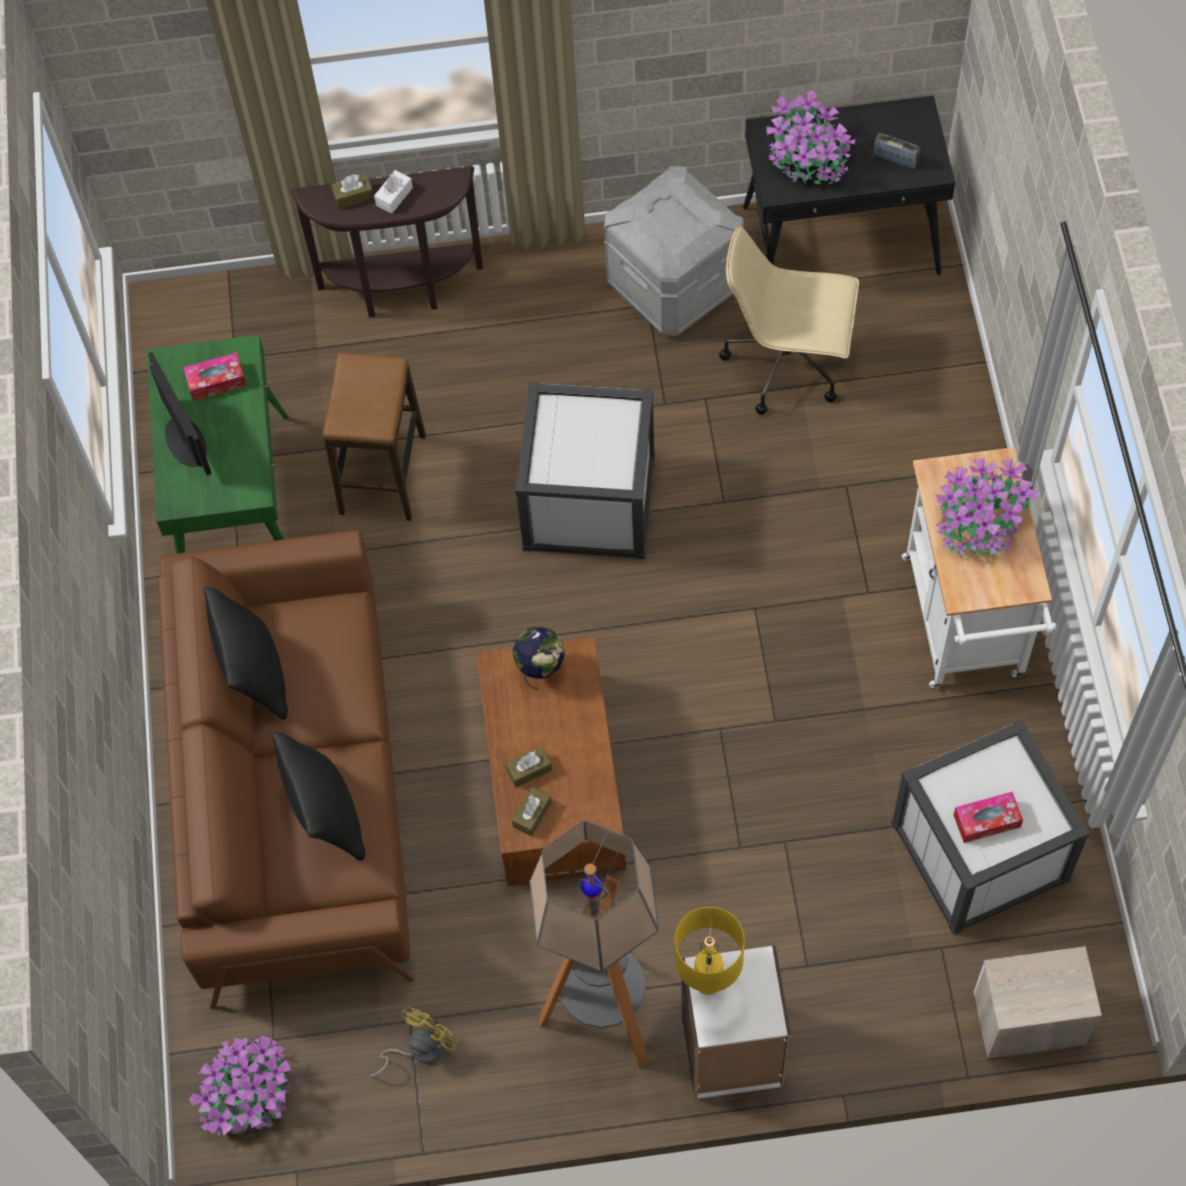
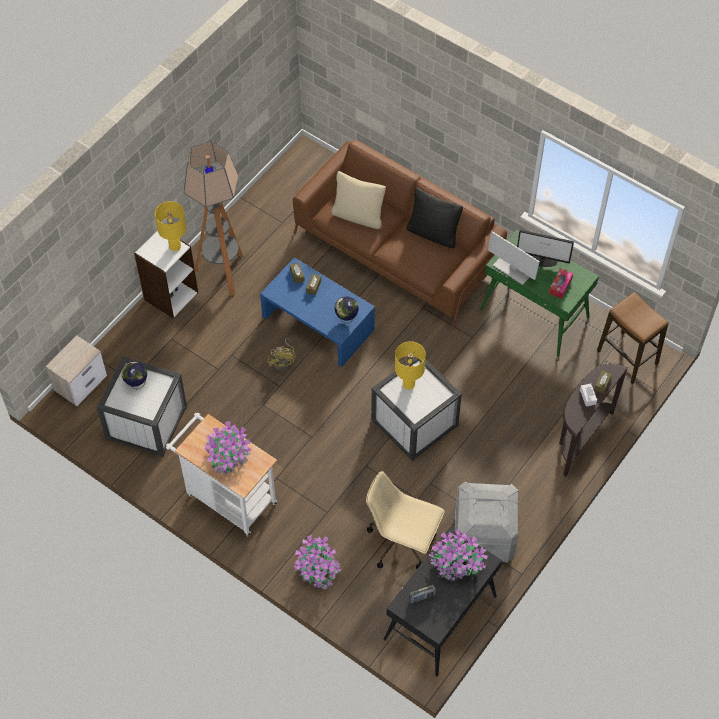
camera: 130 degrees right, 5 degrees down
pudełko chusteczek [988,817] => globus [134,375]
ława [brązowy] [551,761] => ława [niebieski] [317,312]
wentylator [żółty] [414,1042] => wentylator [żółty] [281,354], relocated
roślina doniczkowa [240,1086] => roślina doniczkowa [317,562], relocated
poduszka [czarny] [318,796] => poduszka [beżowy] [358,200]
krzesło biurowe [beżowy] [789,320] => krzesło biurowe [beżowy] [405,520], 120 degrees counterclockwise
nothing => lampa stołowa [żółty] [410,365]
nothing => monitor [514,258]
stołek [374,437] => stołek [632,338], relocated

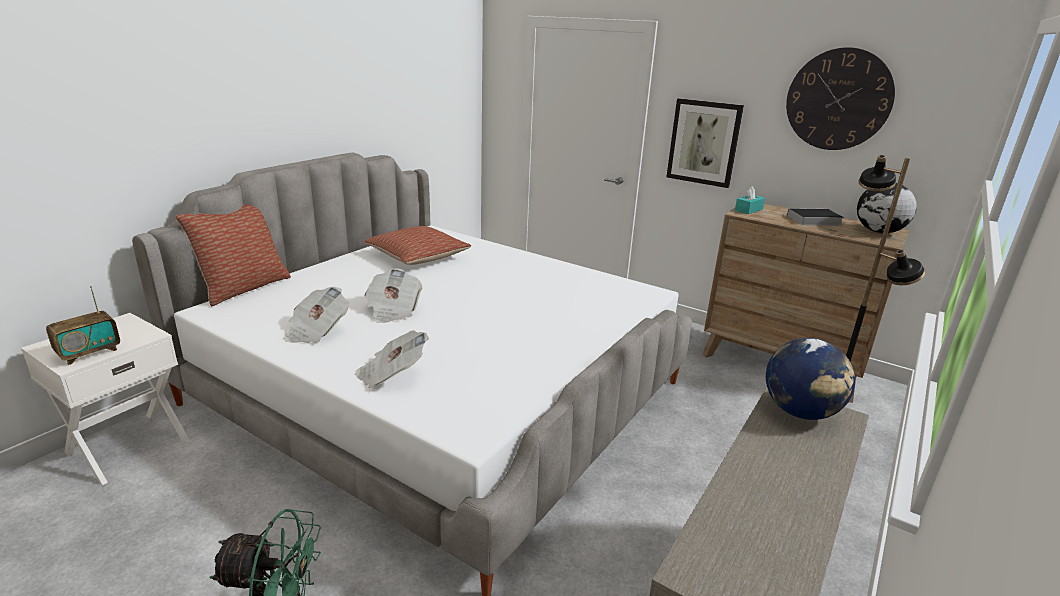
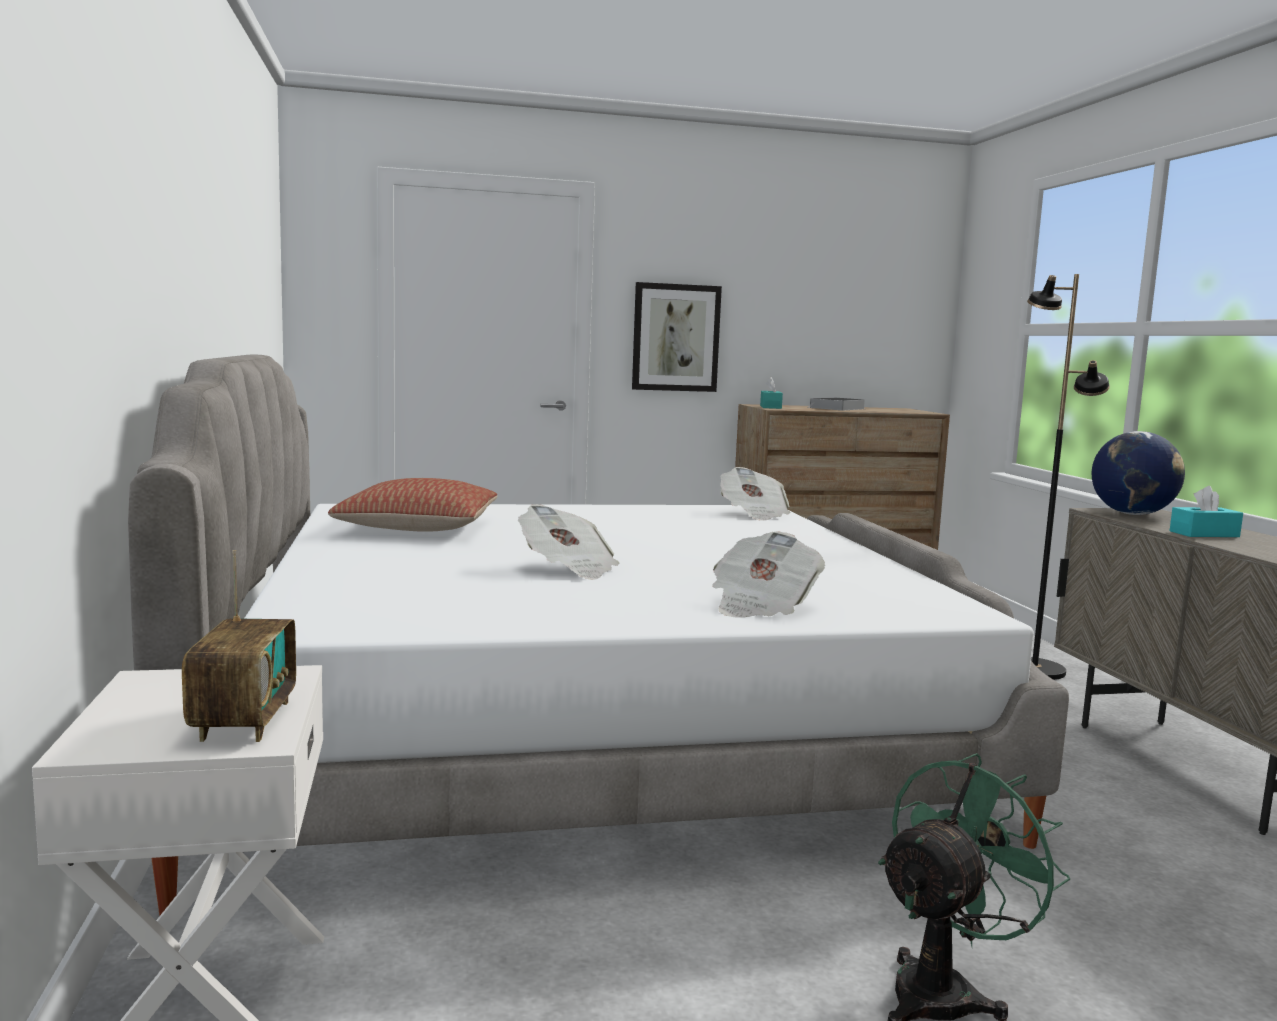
camera: 45 degrees left, 15 degrees down
gazeta [316,315] => gazeta [755,494], relocated
nothing => pudełko chusteczek [turkusowy] [1206,511]
poduszka [233,255] => nothing
zegar ścienny [840,98] => nothing
globus [887,208] => nothing

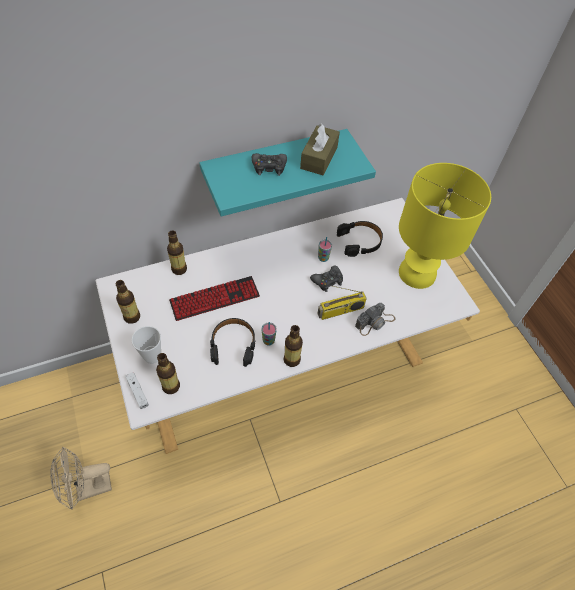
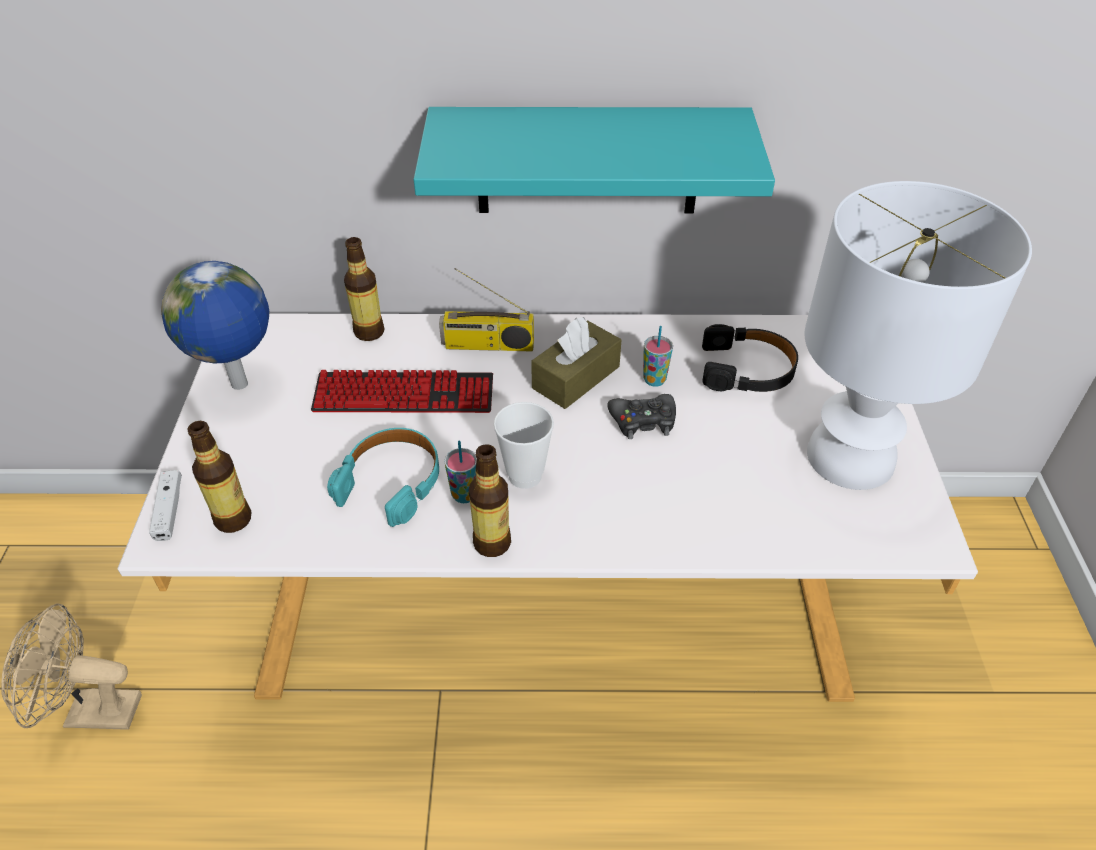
camera: 25 degrees right, 10 degrees down
butelka [128,302] => globus [215,325]
słuchawki [czarny] [233,342] => słuchawki [turkusowy] [383,477]
radio [342,302] => radio [486,309], relocated
filiżanka [146,345] => filiżanka [524,445], relocated
pudełko chusteczek [brązowy] [320,149] => pudełko chusteczek [brązowy] [576,363], relocated
lampa stołowa [żółty] [445,226] => lampa stołowa [biały] [918,335]
pad do gier [czarny] [269,164] => nothing
aparat fotograficzny [375,319] => nothing

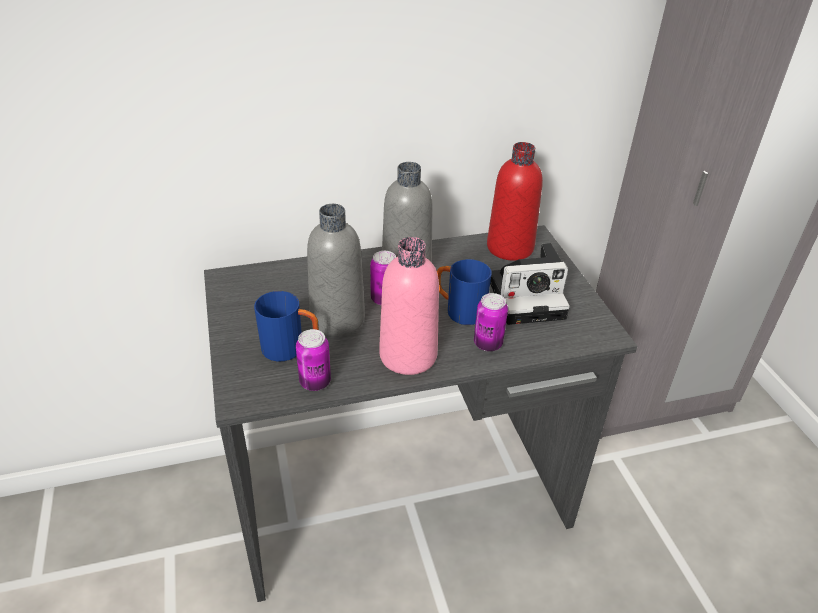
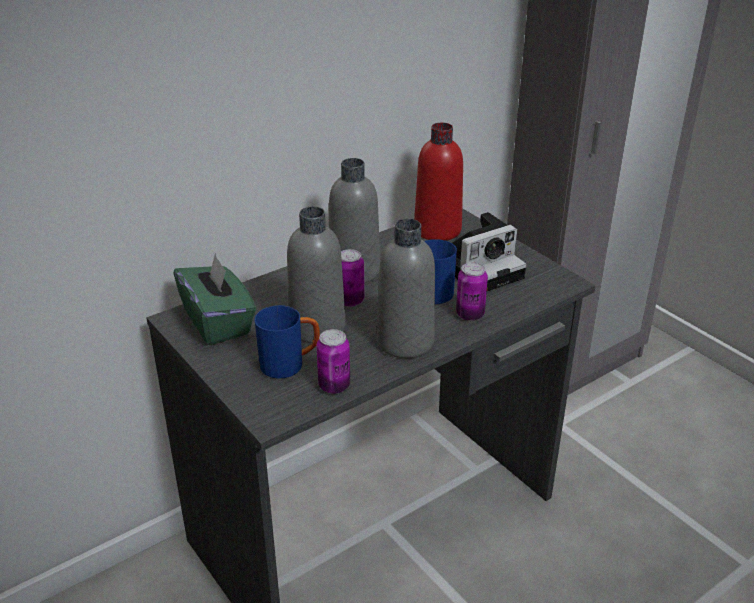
camera: 20 degrees left, 5 degrees down
nothing => pudełko chusteczek [zielony] [215,299]
butelka [różowy] [409,306] => butelka [szary] [406,288]

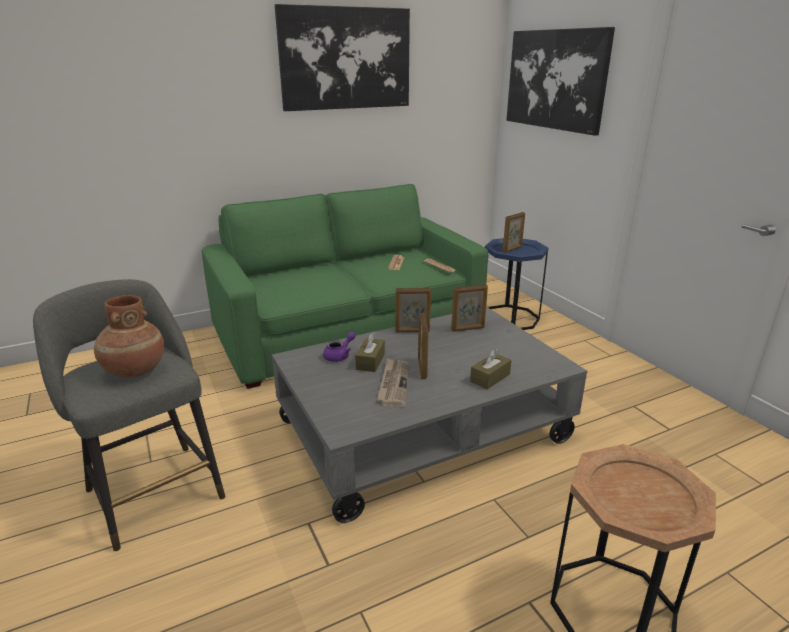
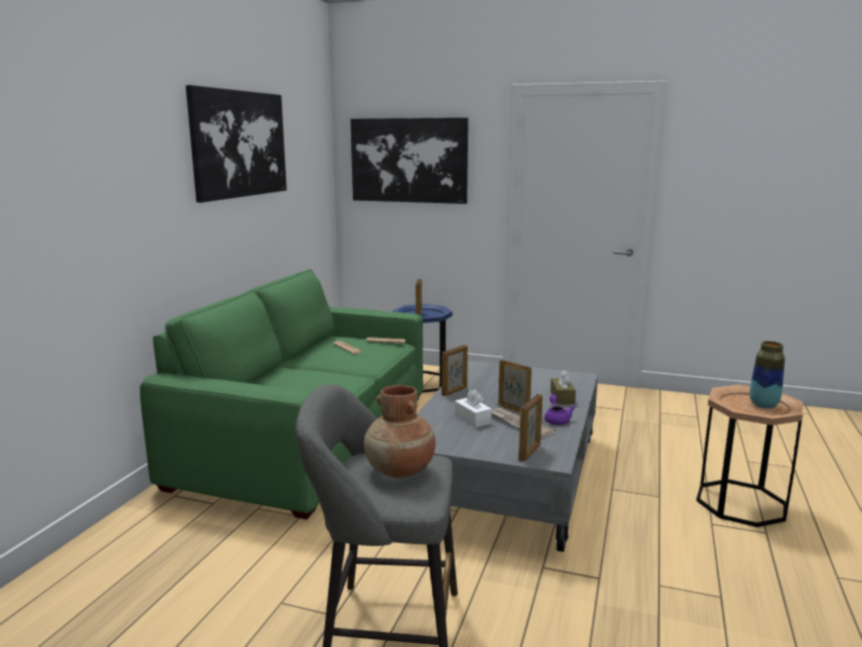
camera: 45 degrees left, 10 degrees down
pudełko chusteczek [brązowy] [370,352] => pudełko chusteczek [biały] [473,409]
ramka na zdjęcie [469,308] => ramka na zdjęcie [530,428], relocated
imbryk [fioletowy] [339,347] => imbryk [fioletowy] [560,410], relocated
nothing => wazon [767,375]

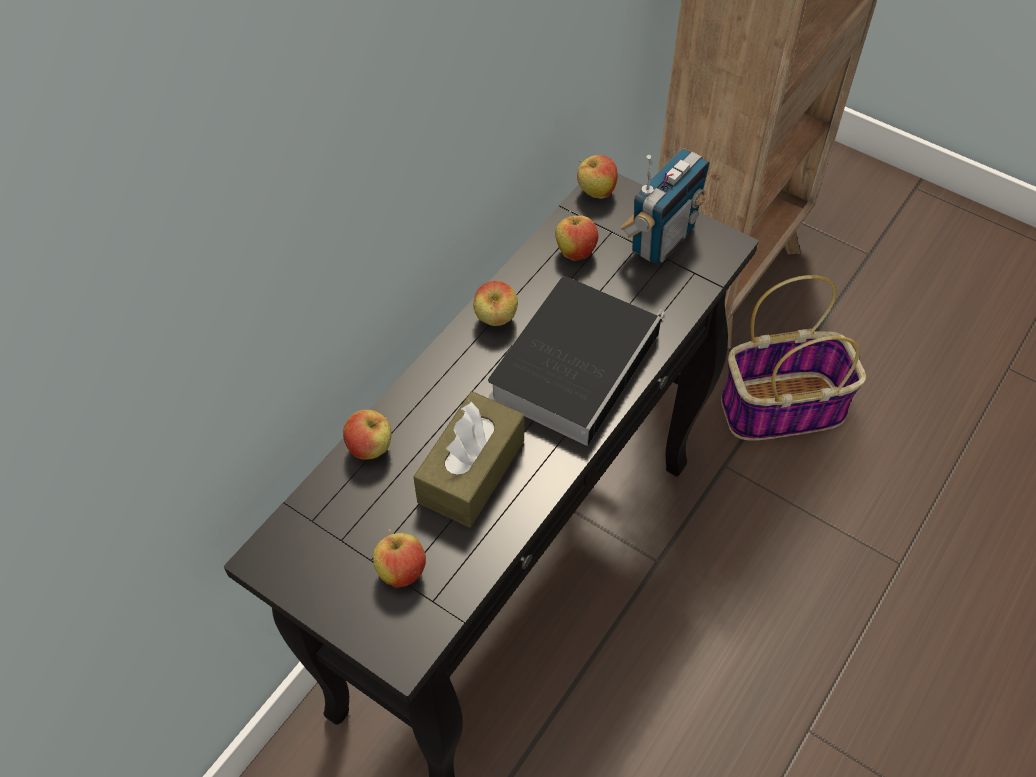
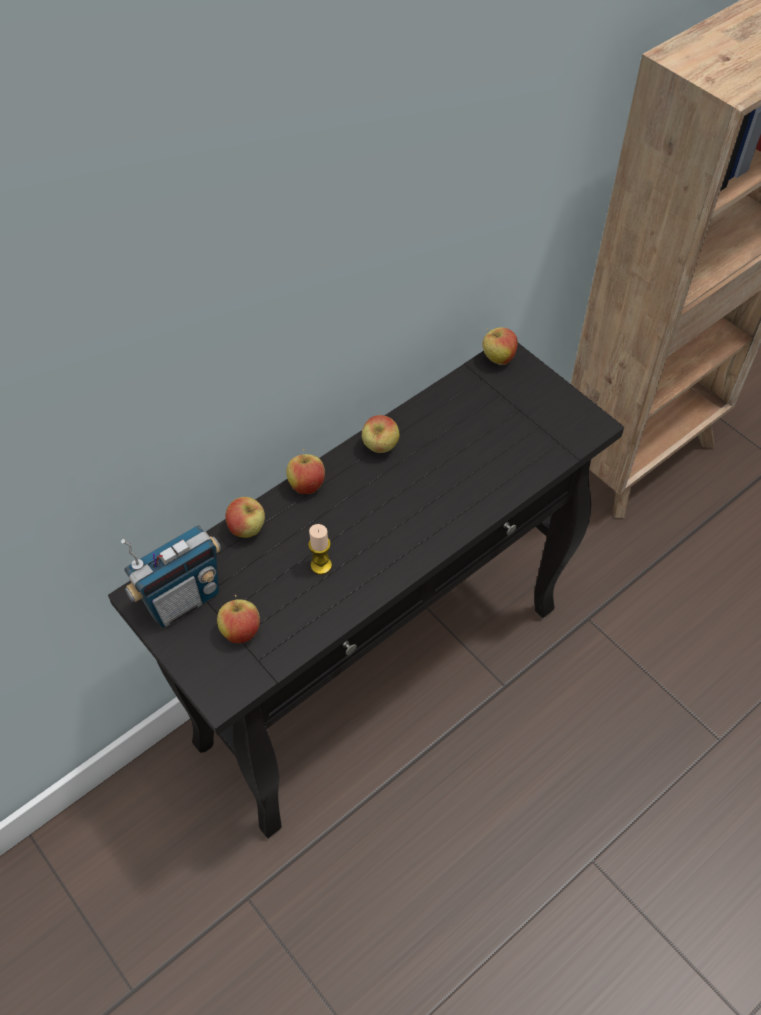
camera: 15 degrees right, 0 degrees up
radio [665,206] => radio [171,576], relocated
jabłko [576,235] => jabłko [305,471], relocated
pudełko chusteczek [brązowy] [468,459] => świeca [320,549]
książka [576,361] => nothing
koszyk [793,358] => nothing

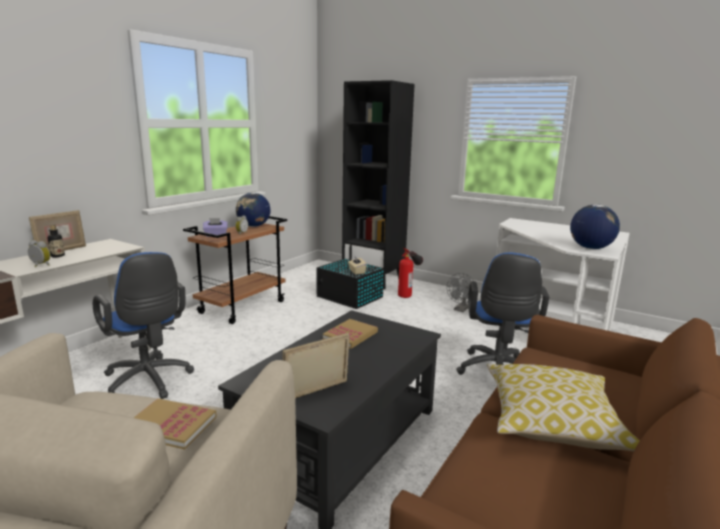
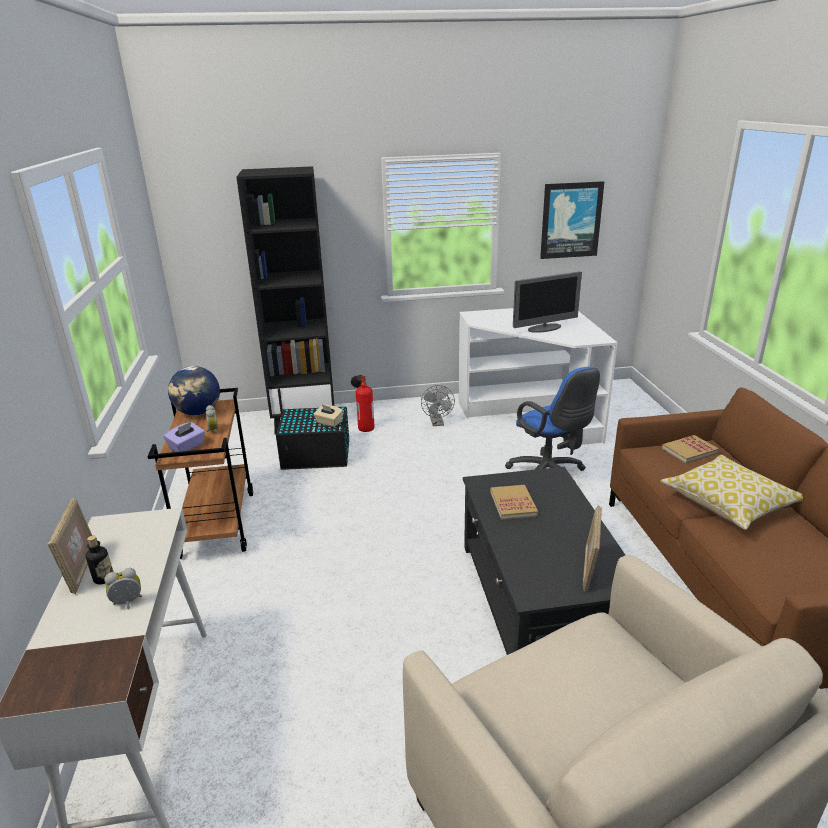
camera: 40 degrees left, 10 degrees up
nothing => monitor [547,302]
nothing => obraz [572,220]
książka [175,424] => książka [690,449], relocated
krzesło biurowe [niebieski] [143,325] => nothing
globus [595,226] => nothing

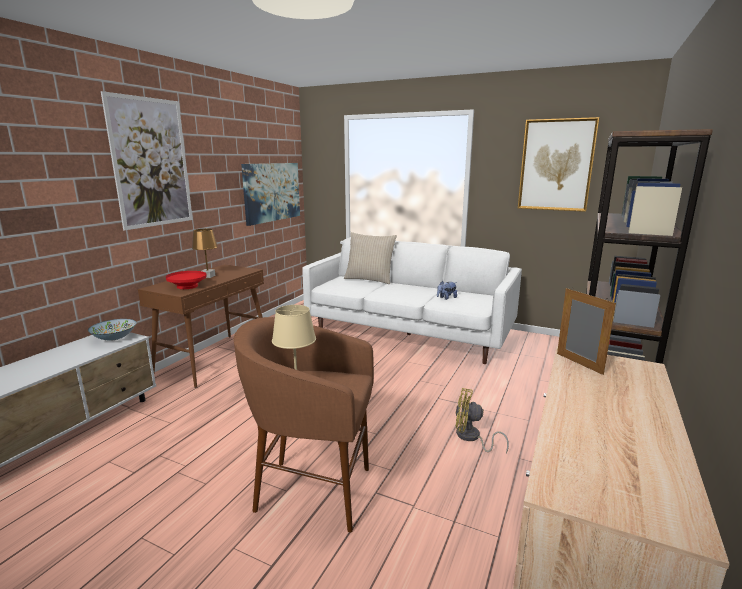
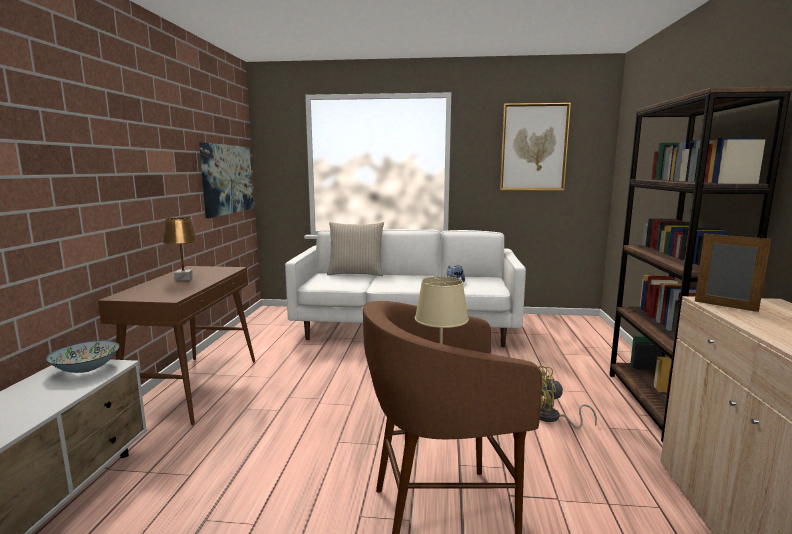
camera: 20 degrees left, 5 degrees down
obraz [147,160] => nothing
miska [czerwony] [186,280] => nothing

